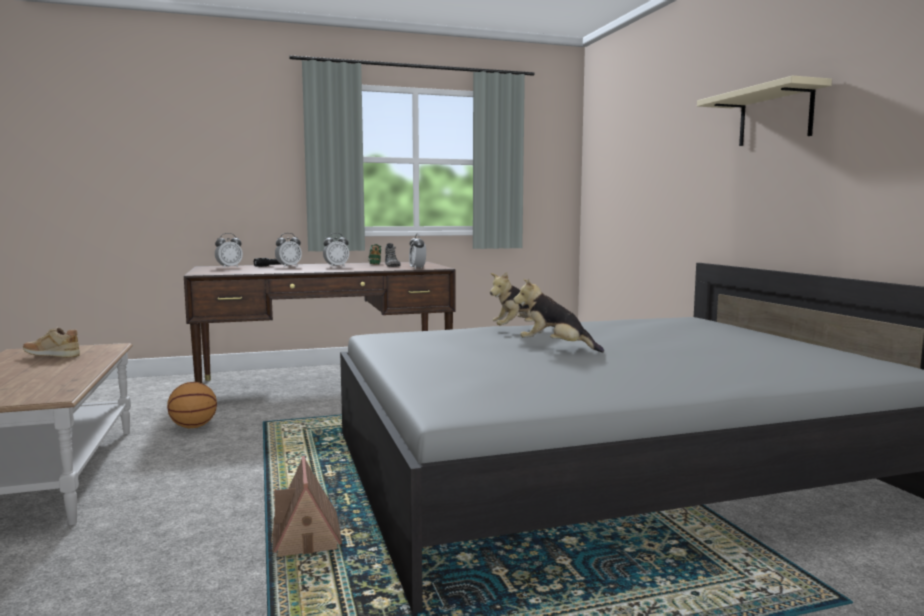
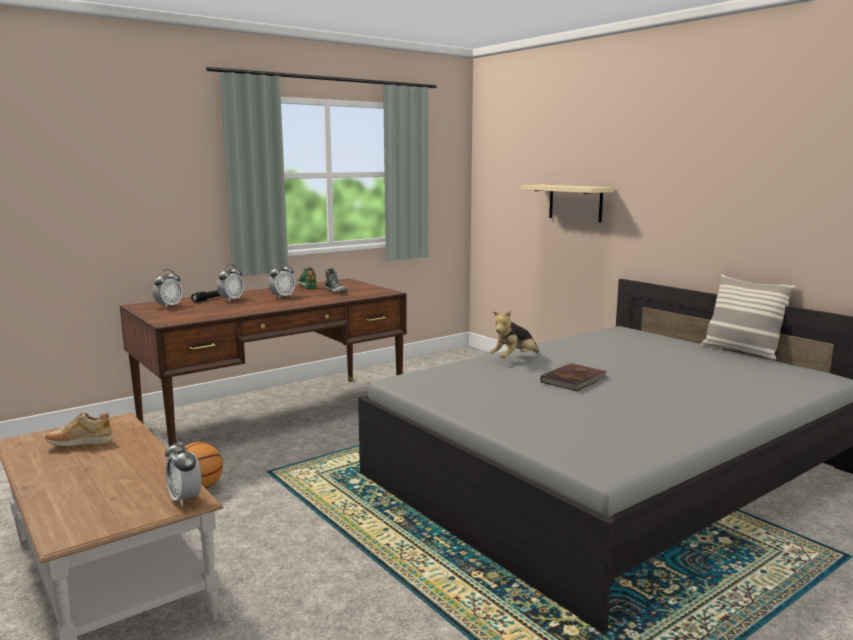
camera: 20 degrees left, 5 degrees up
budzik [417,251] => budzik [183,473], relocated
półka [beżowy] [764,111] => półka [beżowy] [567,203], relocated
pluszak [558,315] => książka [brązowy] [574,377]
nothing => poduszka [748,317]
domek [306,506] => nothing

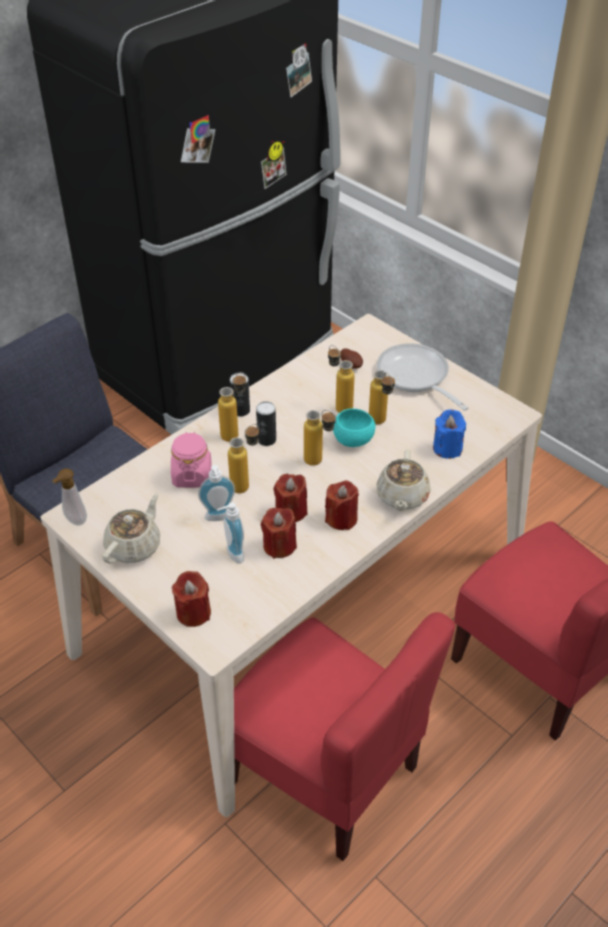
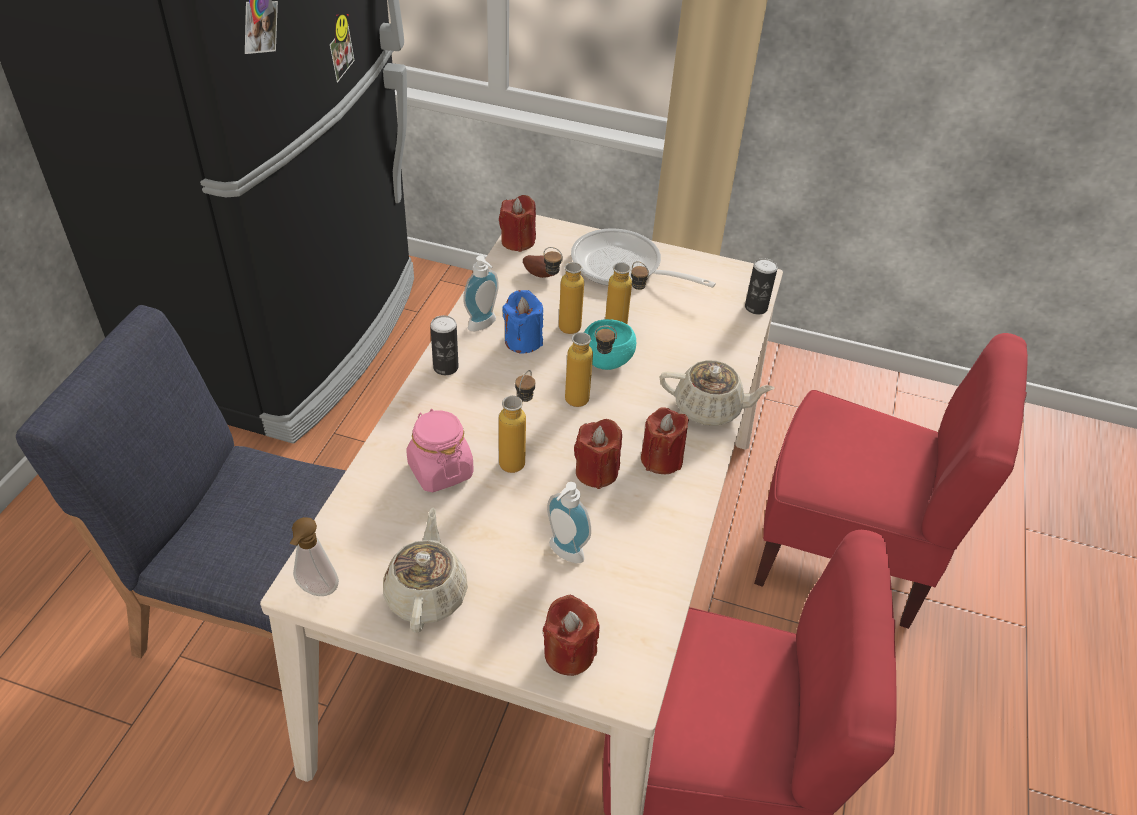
camera: 30 degrees left, 0 degrees up
dozownik mydła [216,493] => dozownik mydła [481,293], relocated
świeca [czerwony] [279,533] => świeca [czerwony] [517,223], relocated
świeca [niebieski] [449,434] => świeca [niebieski] [522,321], relocated
imbryk [beżowy] [403,480] => imbryk [beżowy] [717,393], 60 degrees counterclockwise
puszka [266,423] => puszka [761,286], relocated
butelka [232,407] => nothing

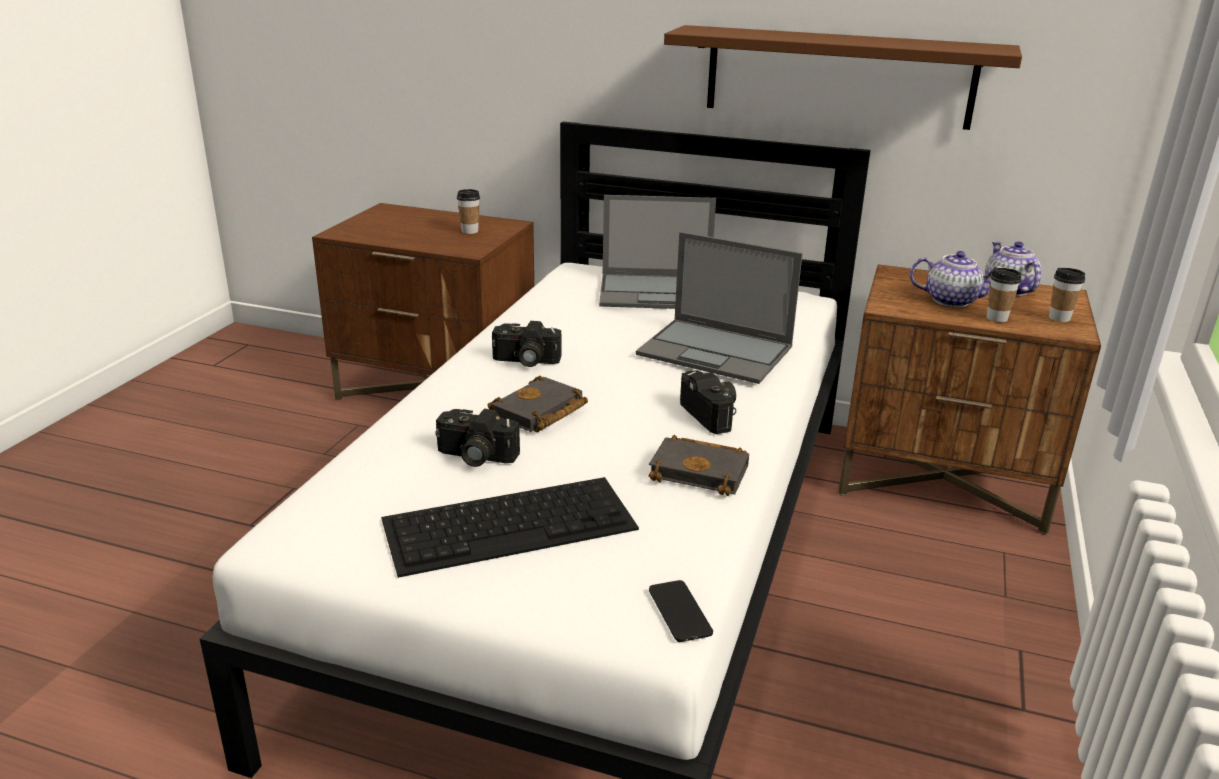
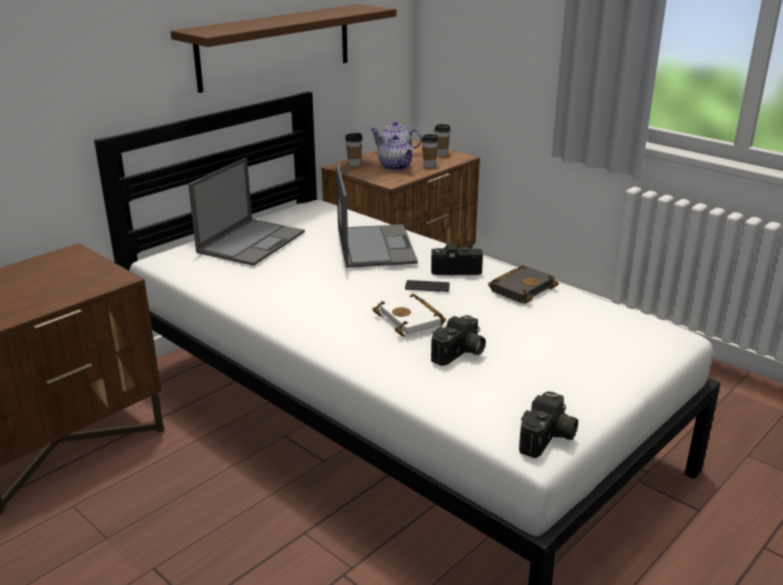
camera: 65 degrees left, 0 degrees up
laptop [719,308] => laptop [377,216], 60 degrees counterclockwise
filiżanka [468,211] => filiżanka [354,149], relocated
książka [czarny] [538,404] => książka [biały] [409,315]
imbryk [956,279] => imbryk [395,153], 105 degrees clockwise
telefon [681,611] => telefon [427,286], relocated
aparat fotograficzny [527,344] => aparat fotograficzny [548,424], relocated
klawiatura [510,527] => nothing

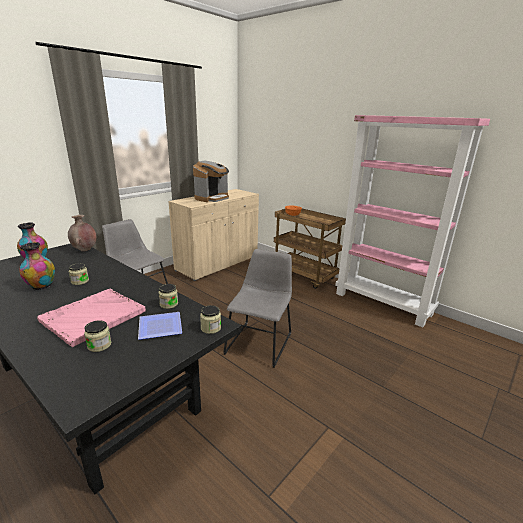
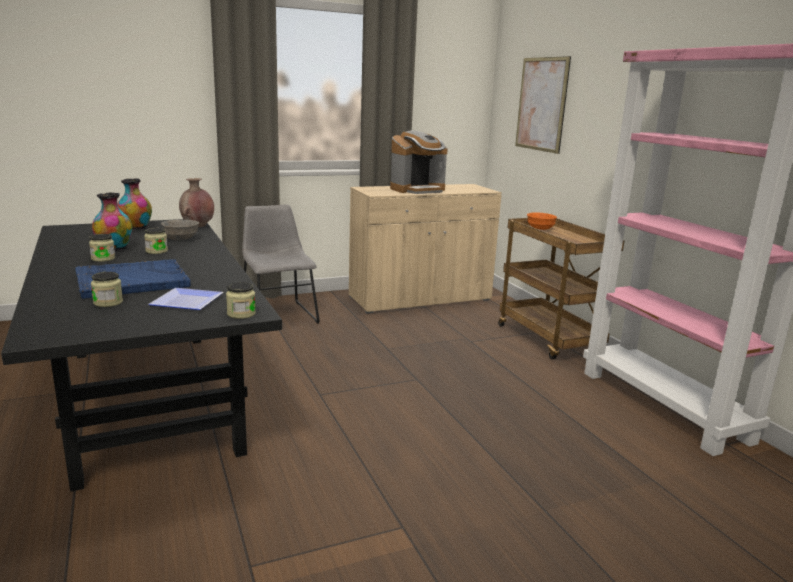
camera: 25 degrees right, 5 degrees down
taca [różowy] [91,318] => taca [niebieski] [133,279]
słoik [168,296] => słoik [102,248], relocated
nothing => miska [szary] [180,230]
nothing => obraz [543,105]
krzesło [szary] [257,308] => nothing

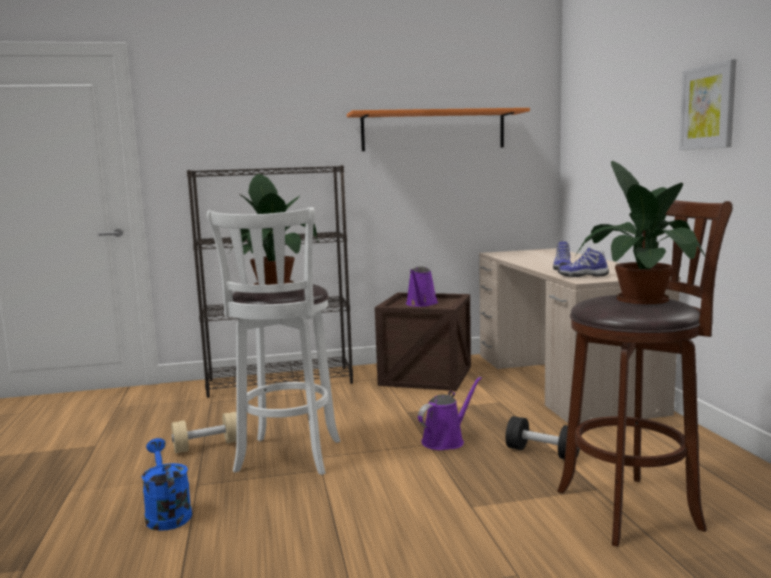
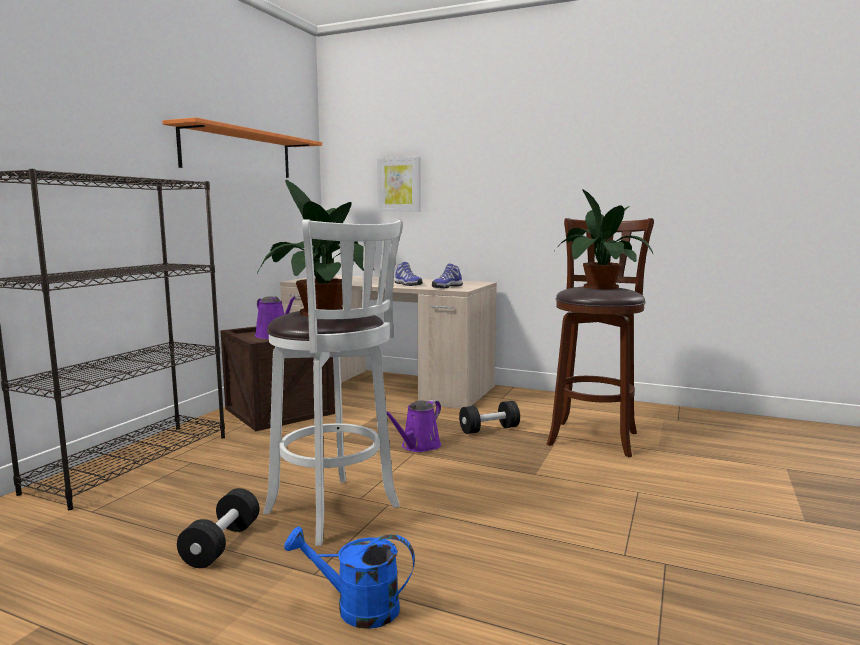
camera: 55 degrees left, 0 degrees up
hantel [beżowy] [203,432] => hantel [czarny] [218,528]
obraz [707,104] => obraz [399,184], relocated
konewka [fioletowy] [450,413] => konewka [fioletowy] [414,426], 135 degrees counterclockwise

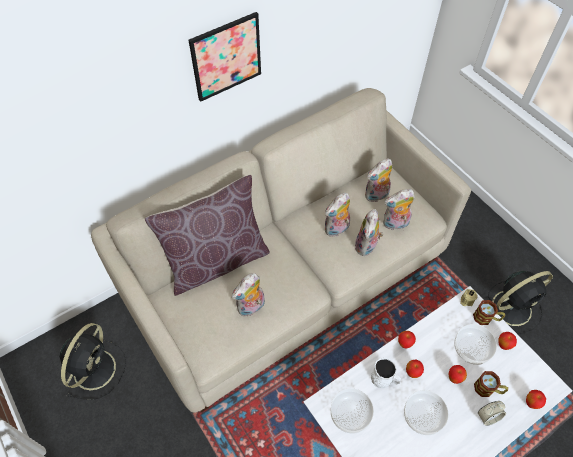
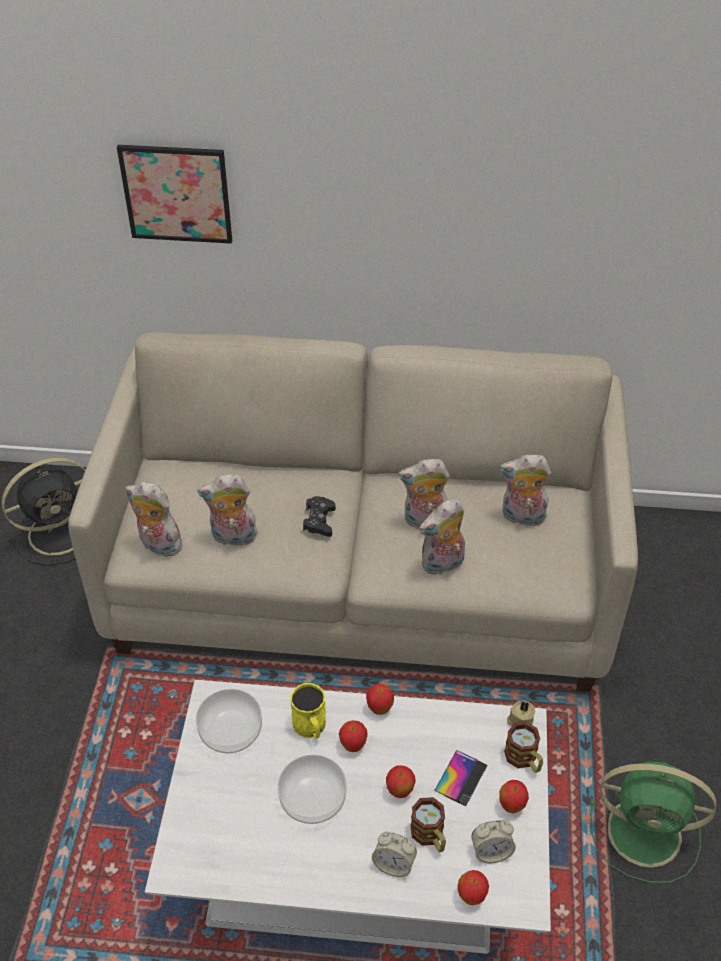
camera: 40 degrees right, 10 degrees down
obraz [225,57] => obraz [174,194], relocated
pluszak [399,209] => pluszak [156,519], relocated
kubek [biały] [386,373] => kubek [żółty] [308,711]
nothing => pad do gier [czarny] [319,516]
miska [475,344] => telefon [460,778]
nothing => budzik [493,841]
wentylator [czarny] [520,302] => wentylator [zielony] [653,821]
poduszka [brązowy] [207,235] => nothing

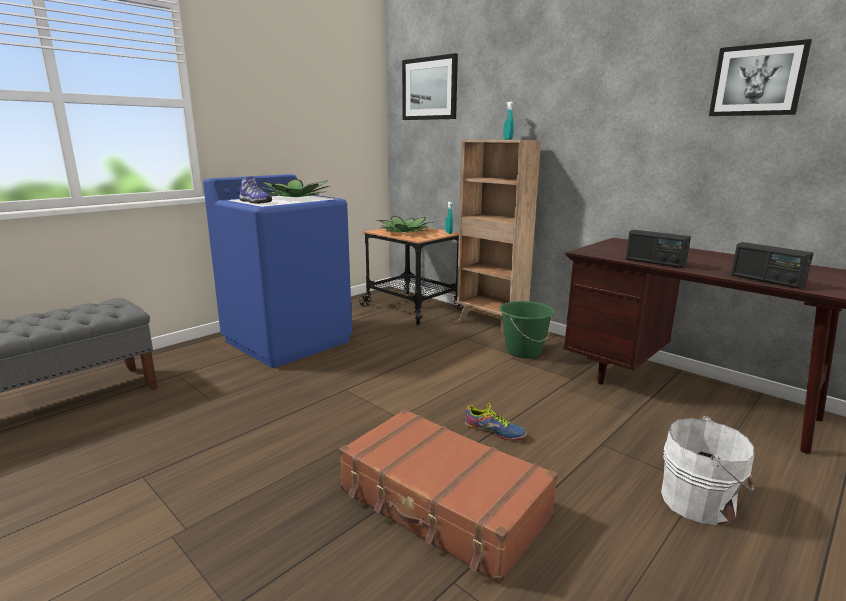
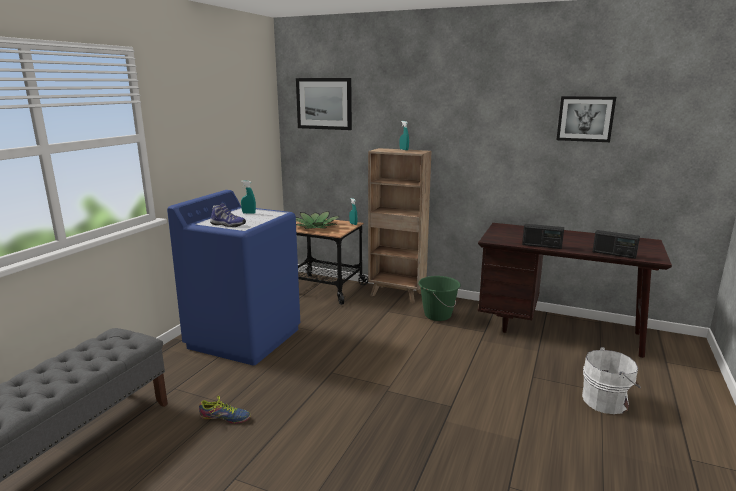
camera: 20 degrees left, 0 degrees up
but [496,422] => but [225,410], relocated
roślina doniczkowa [294,188] => spryskiwacz [turkusowy] [248,197]
walizka [brązowy] [448,496] => nothing

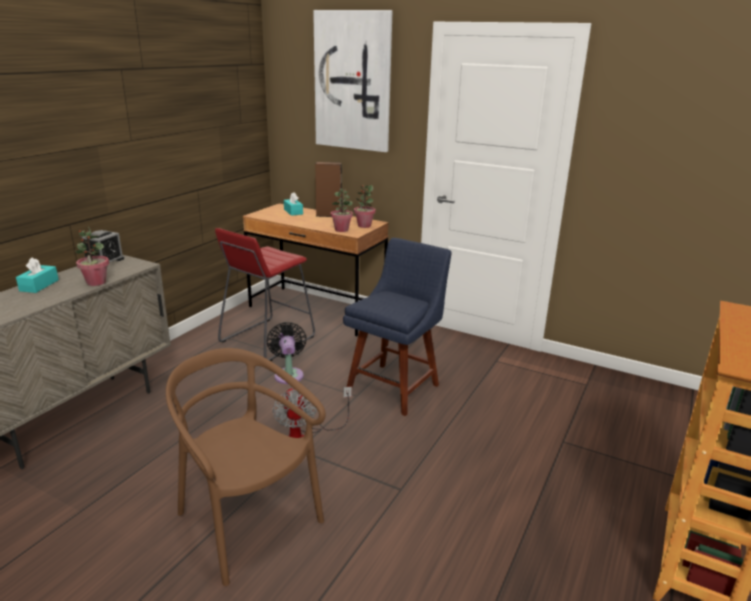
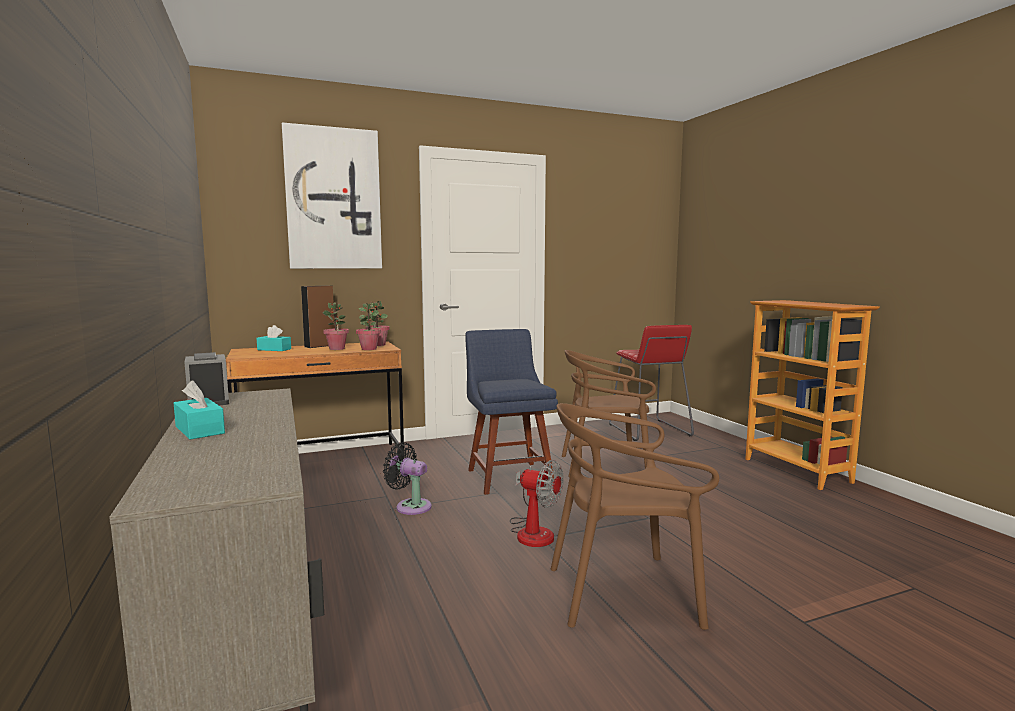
camera: 50 degrees left, 15 degrees down
roślina doniczkowa [92,256] => roślina doniczkowa [335,326], relocated
nothing => krzesło [brązowy] [609,414]
stołek [czerwony] [265,294] => stołek [czerwony] [651,383], relocated

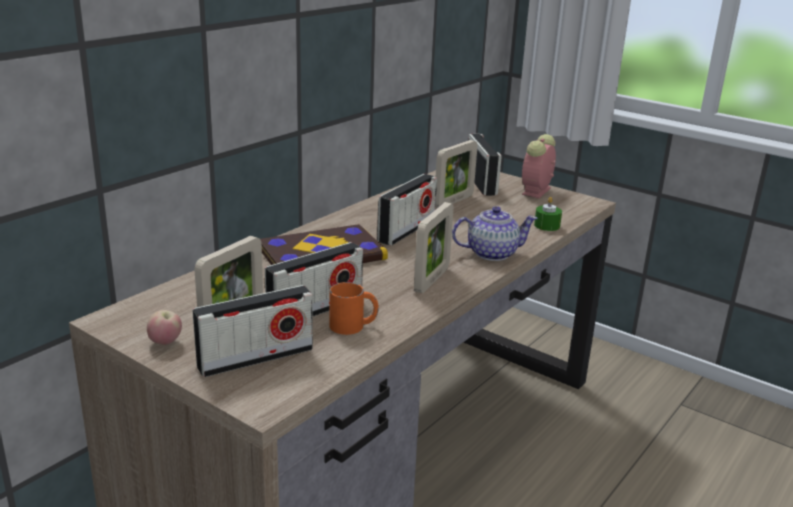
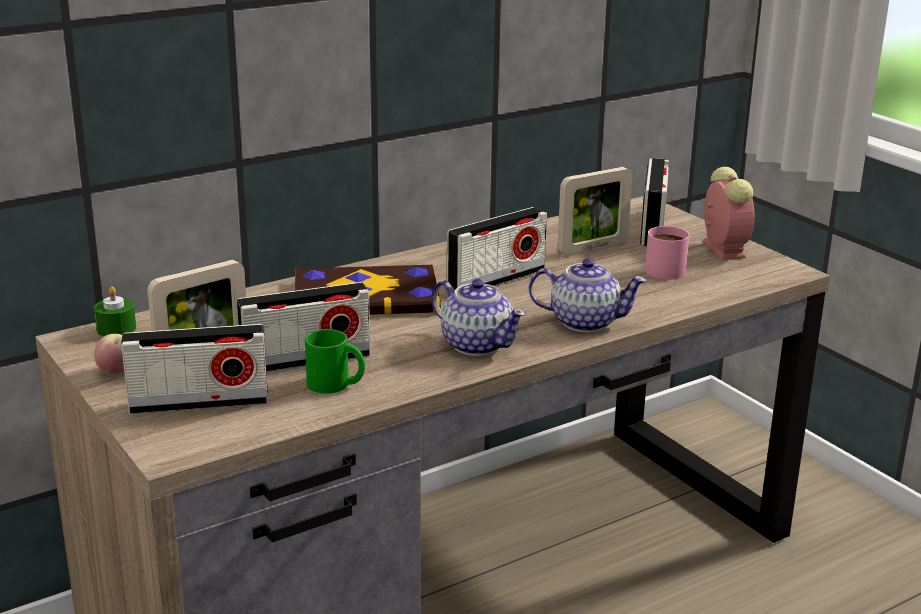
camera: 20 degrees right, 0 degrees up
świeca [zielony] [548,214] => świeca [zielony] [115,311], relocated
kubek [pomarańczowy] [354,308] => kubek [zielony] [335,361]
ramka na zdjęcie [434,247] => imbryk [478,317]
nothing => kubek [różowy] [667,252]
budzik [539,166] => budzik [728,213], 120 degrees clockwise

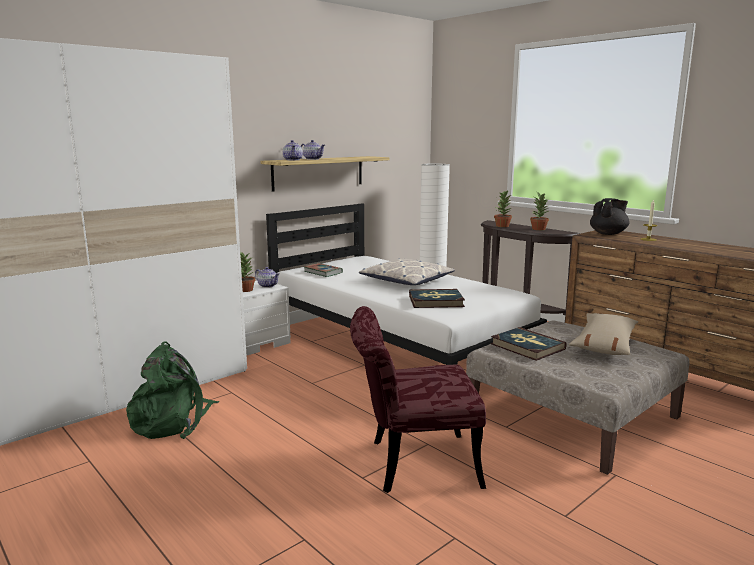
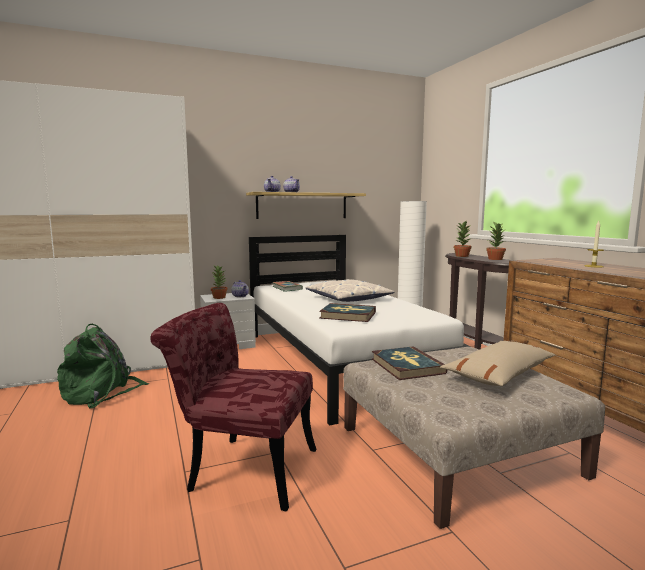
camera: 20 degrees right, 5 degrees down
imbryk [czarny] [610,216] => nothing

